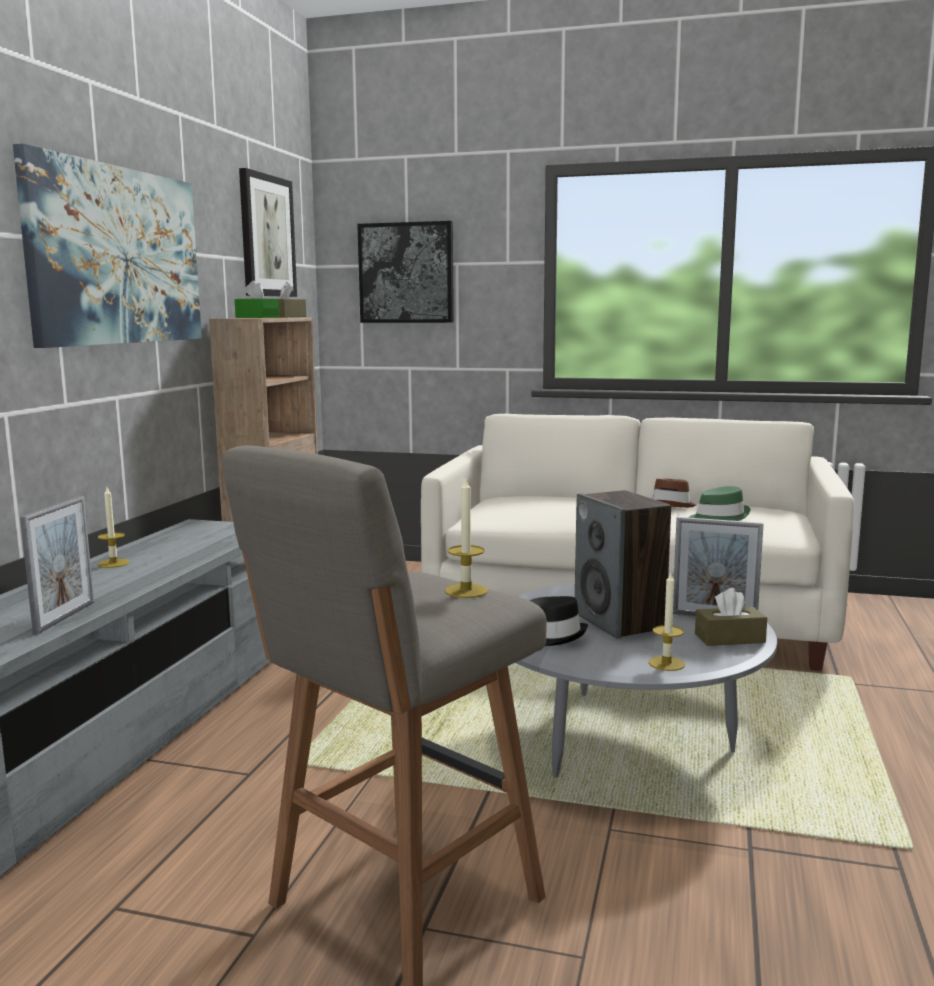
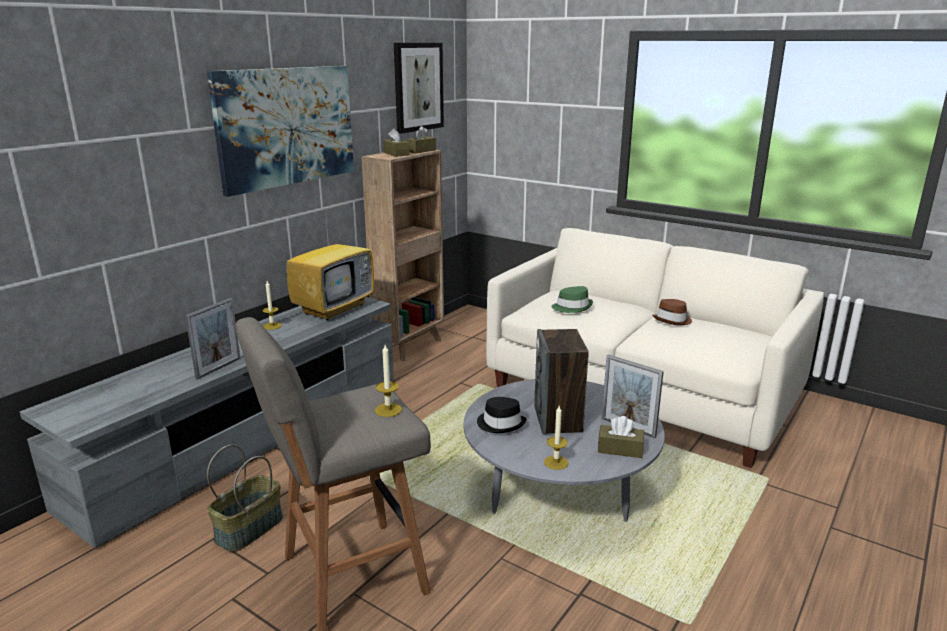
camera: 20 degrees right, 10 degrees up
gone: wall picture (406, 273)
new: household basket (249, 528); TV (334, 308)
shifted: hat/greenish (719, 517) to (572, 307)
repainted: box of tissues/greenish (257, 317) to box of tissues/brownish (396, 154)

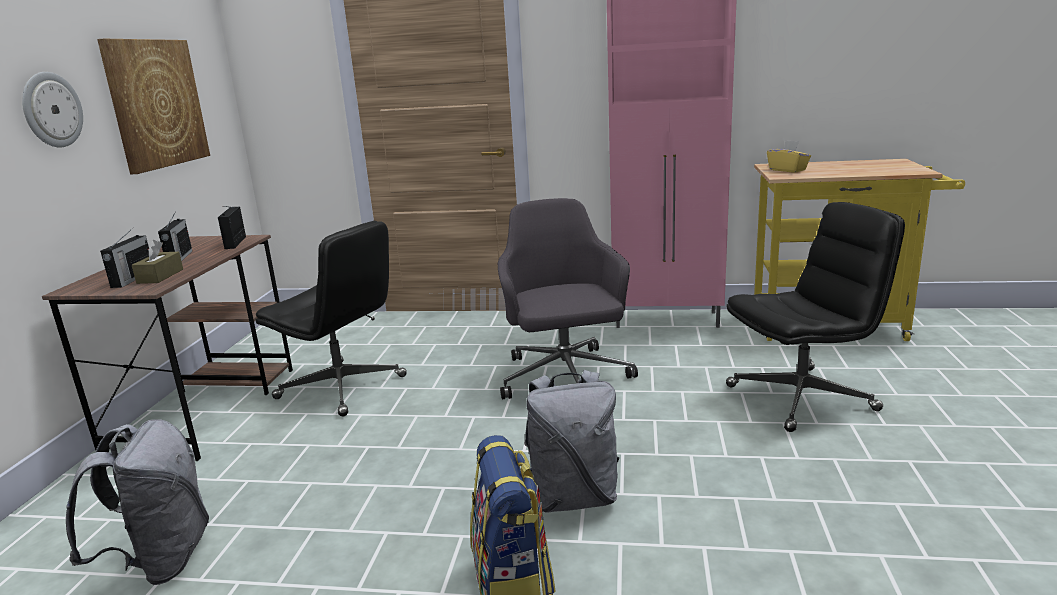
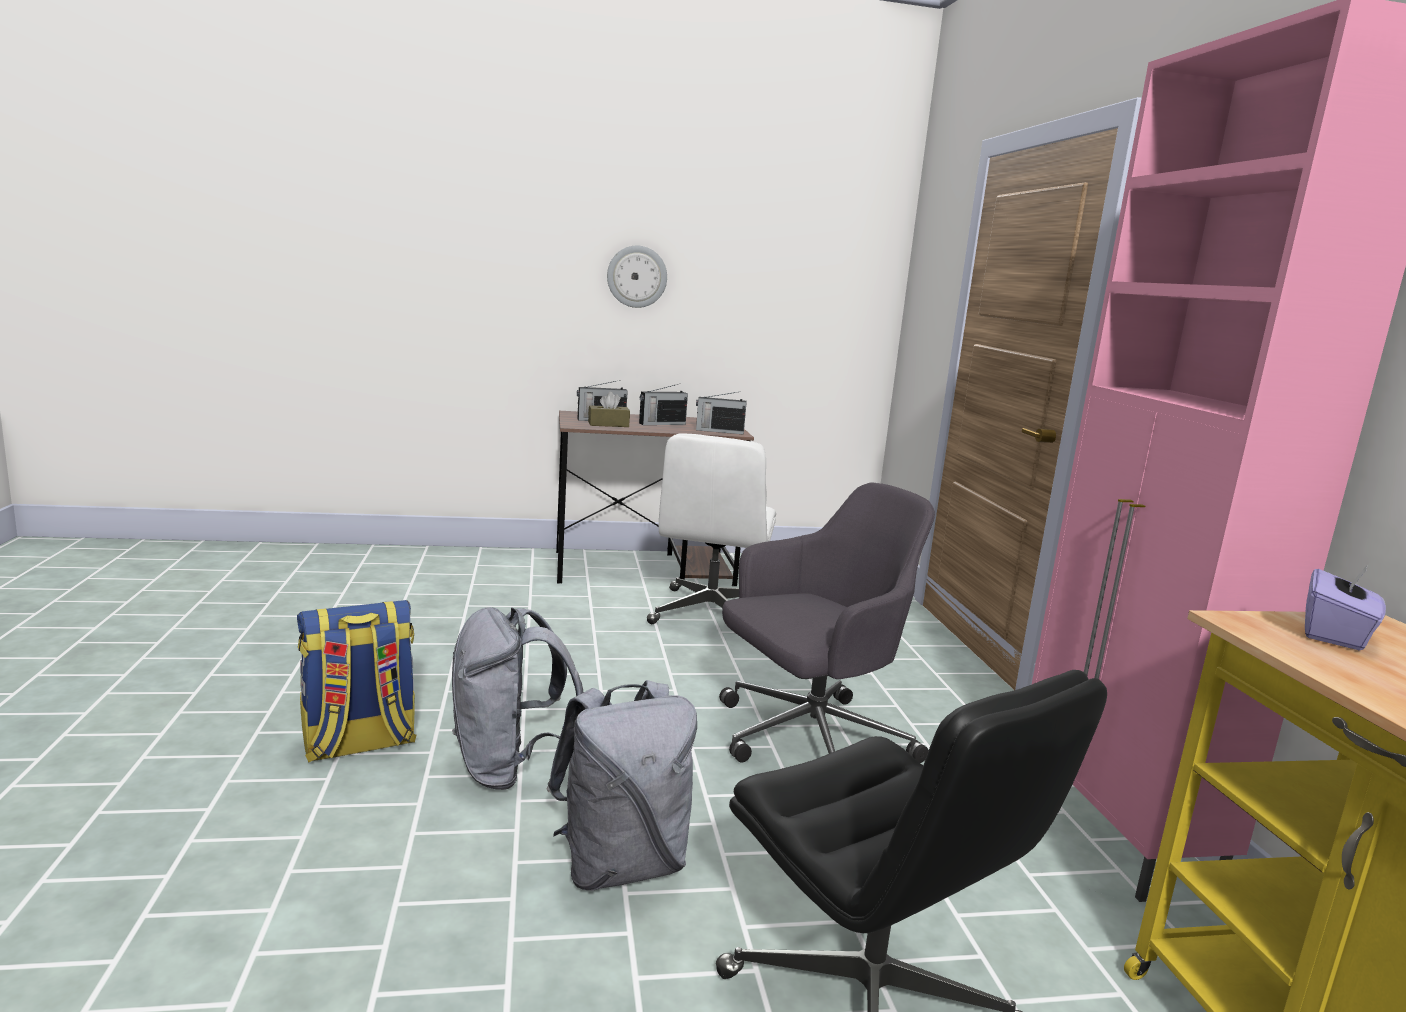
camera: 70 degrees right, 5 degrees down
gone: wall picture (156, 103)
shifted: rucksack/gray (161, 560) to (620, 864)
repainted: office chair/blackish (343, 387) to office chair/white-coloured (710, 614); box of tissues/yellow (787, 170) to box of tissues/purple (1335, 635)
rotated: radio (236, 242) = (718, 431) 150 degrees counterclockwise

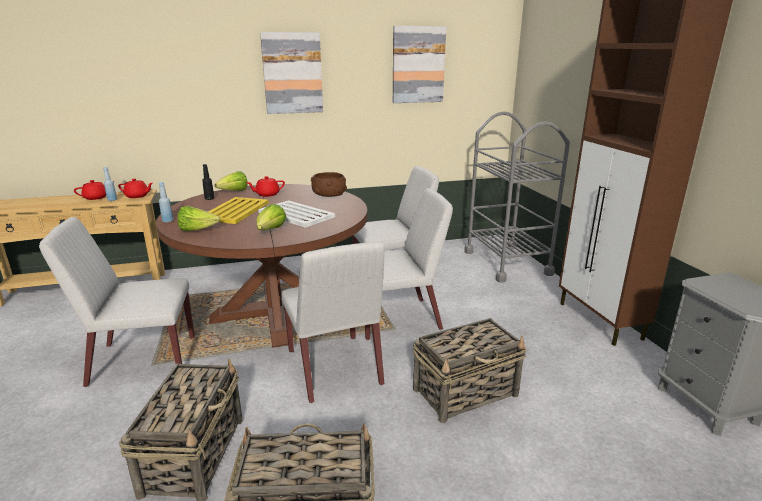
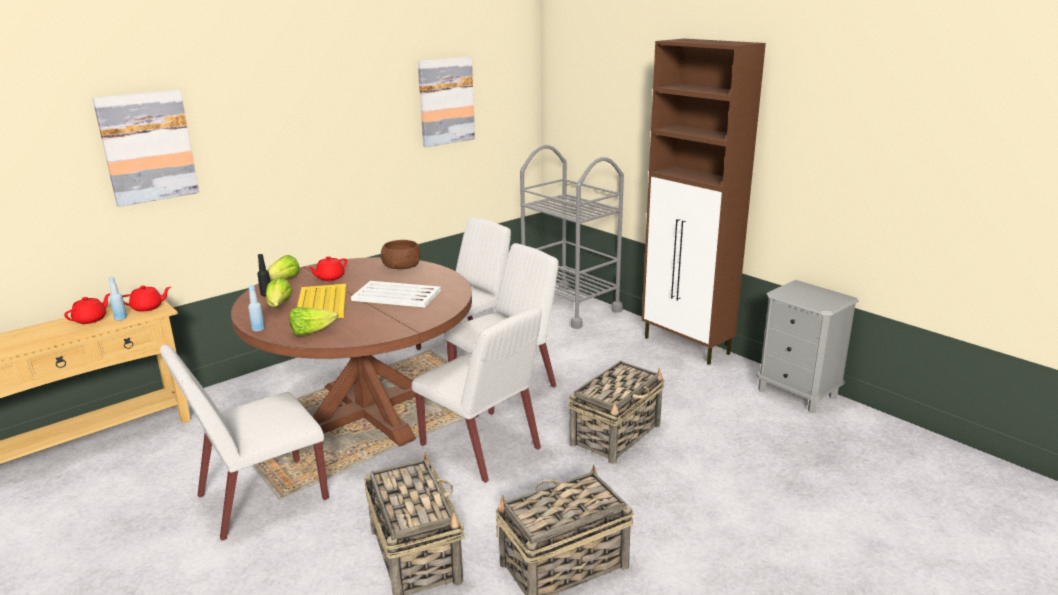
camera: 25 degrees left, 0 degrees up
shifted: lettuce (270, 230) to (279, 306); wall picture (292, 73) to (147, 147)

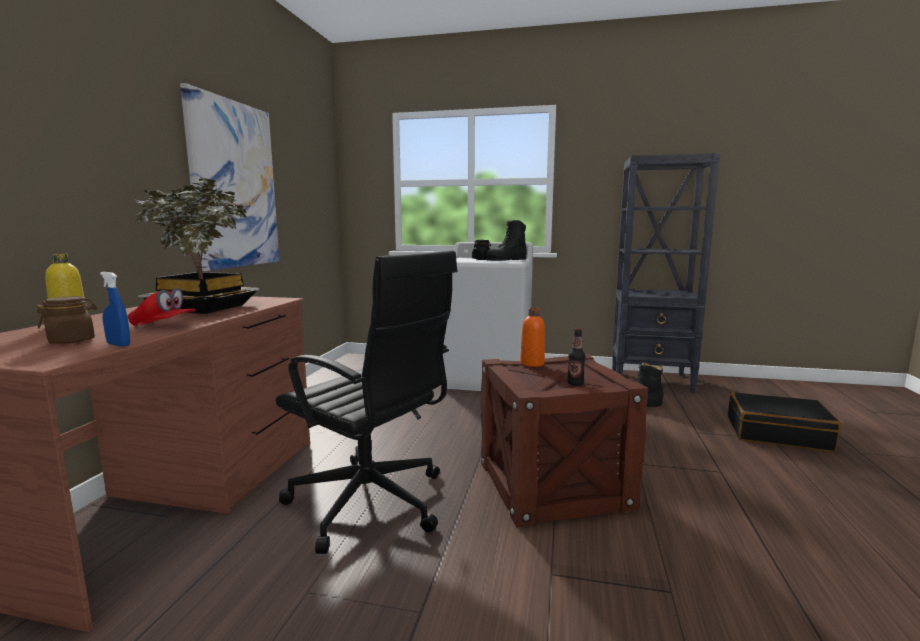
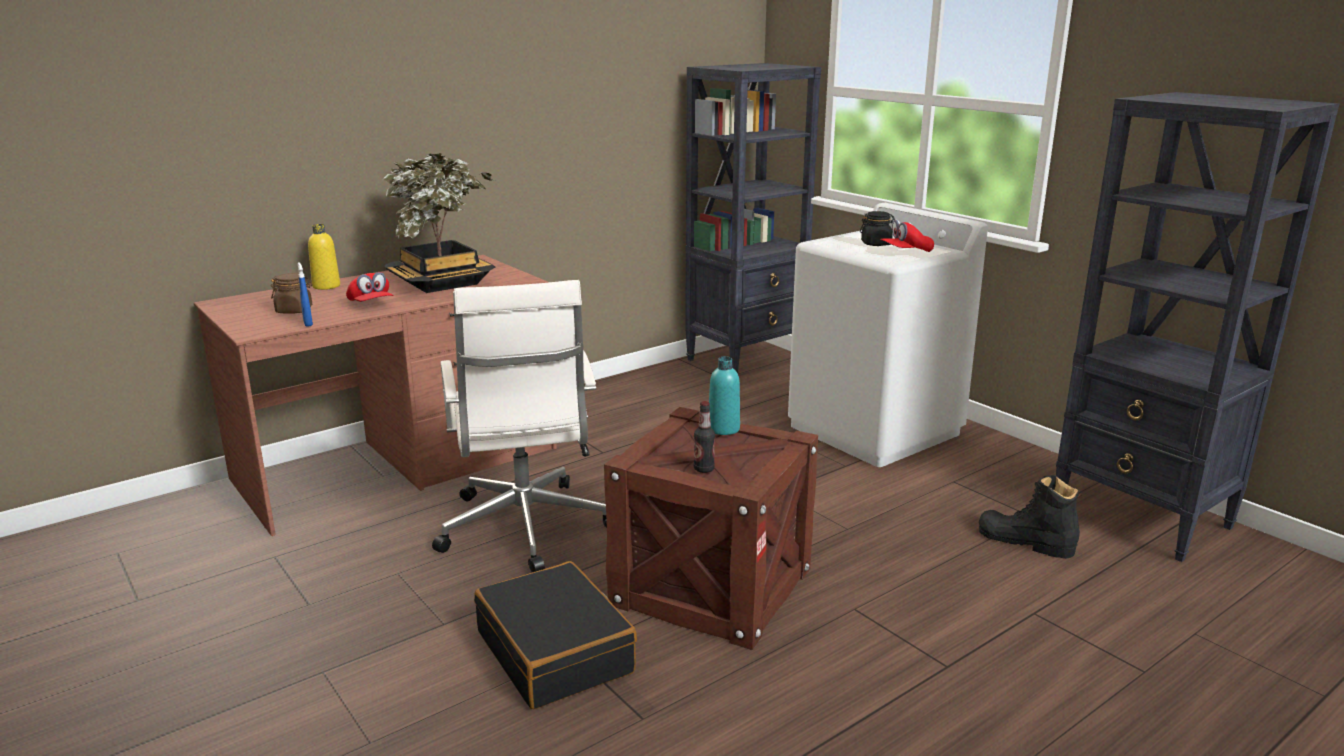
camera: 40 degrees right, 10 degrees up
gone: wall picture (234, 185)
new: bookshelf/blackish (746, 359)
shifted: travel case/blackish (777, 433) to (555, 652)
swapped: tall boot/blackish (506, 260) to baseball cap/red-coloured (906, 252)
repainted: office chair/blackish (371, 504) to office chair/white-coloured (525, 529); drink bottle/orange-coloured (532, 363) to drink bottle/turquoise-coloured (723, 429)

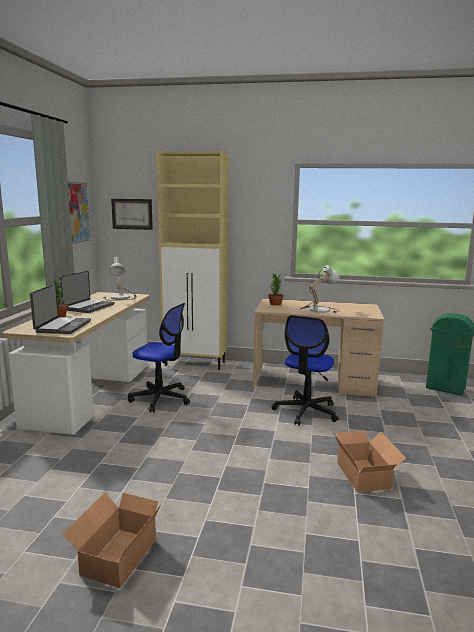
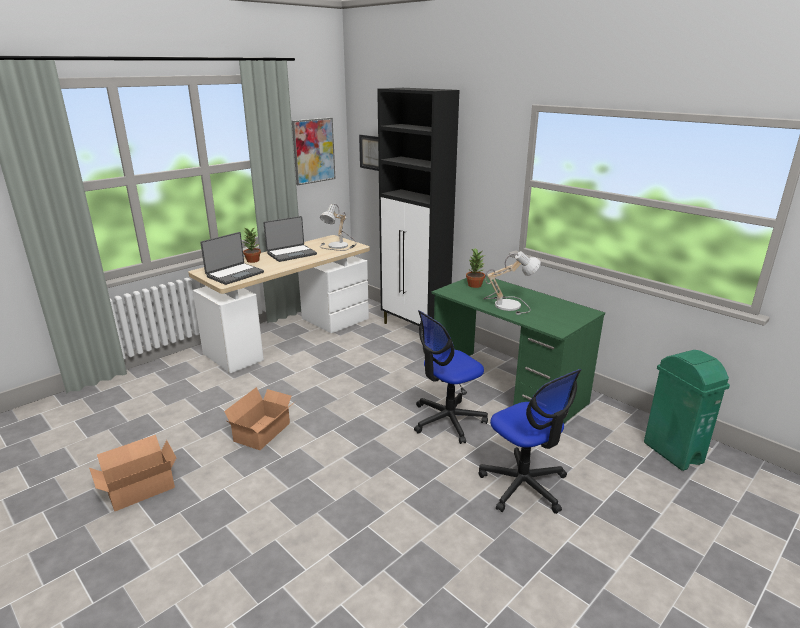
camera: 35 degrees right, 10 degrees up
shifted: office chair (160, 399) to (523, 485); packing box (364, 474) to (265, 432)
repainted: storage cabinet/sand-coloured (196, 364) to storage cabinet/blackish (415, 329); desk table/sand-coloured (314, 382) to desk table/greenish (507, 389)

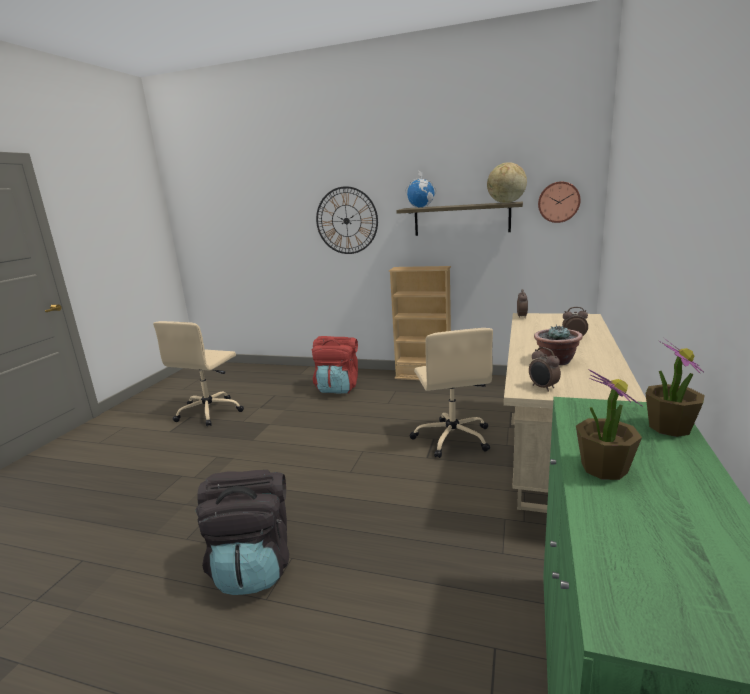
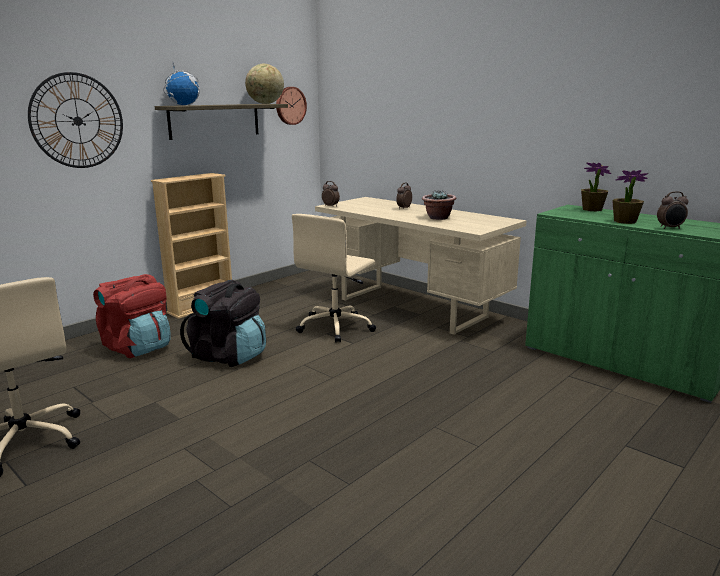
camera: 65 degrees left, 0 degrees up
shifted: rucksack/blackish (253, 565) to (229, 356); bedside clock (543, 388) to (670, 228)
rotated: office chair/sand-coloured (452, 437) = (336, 327) 105 degrees clockwise

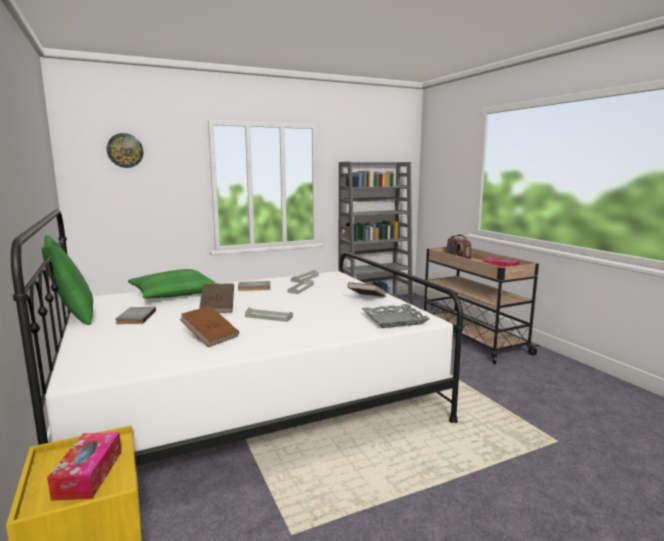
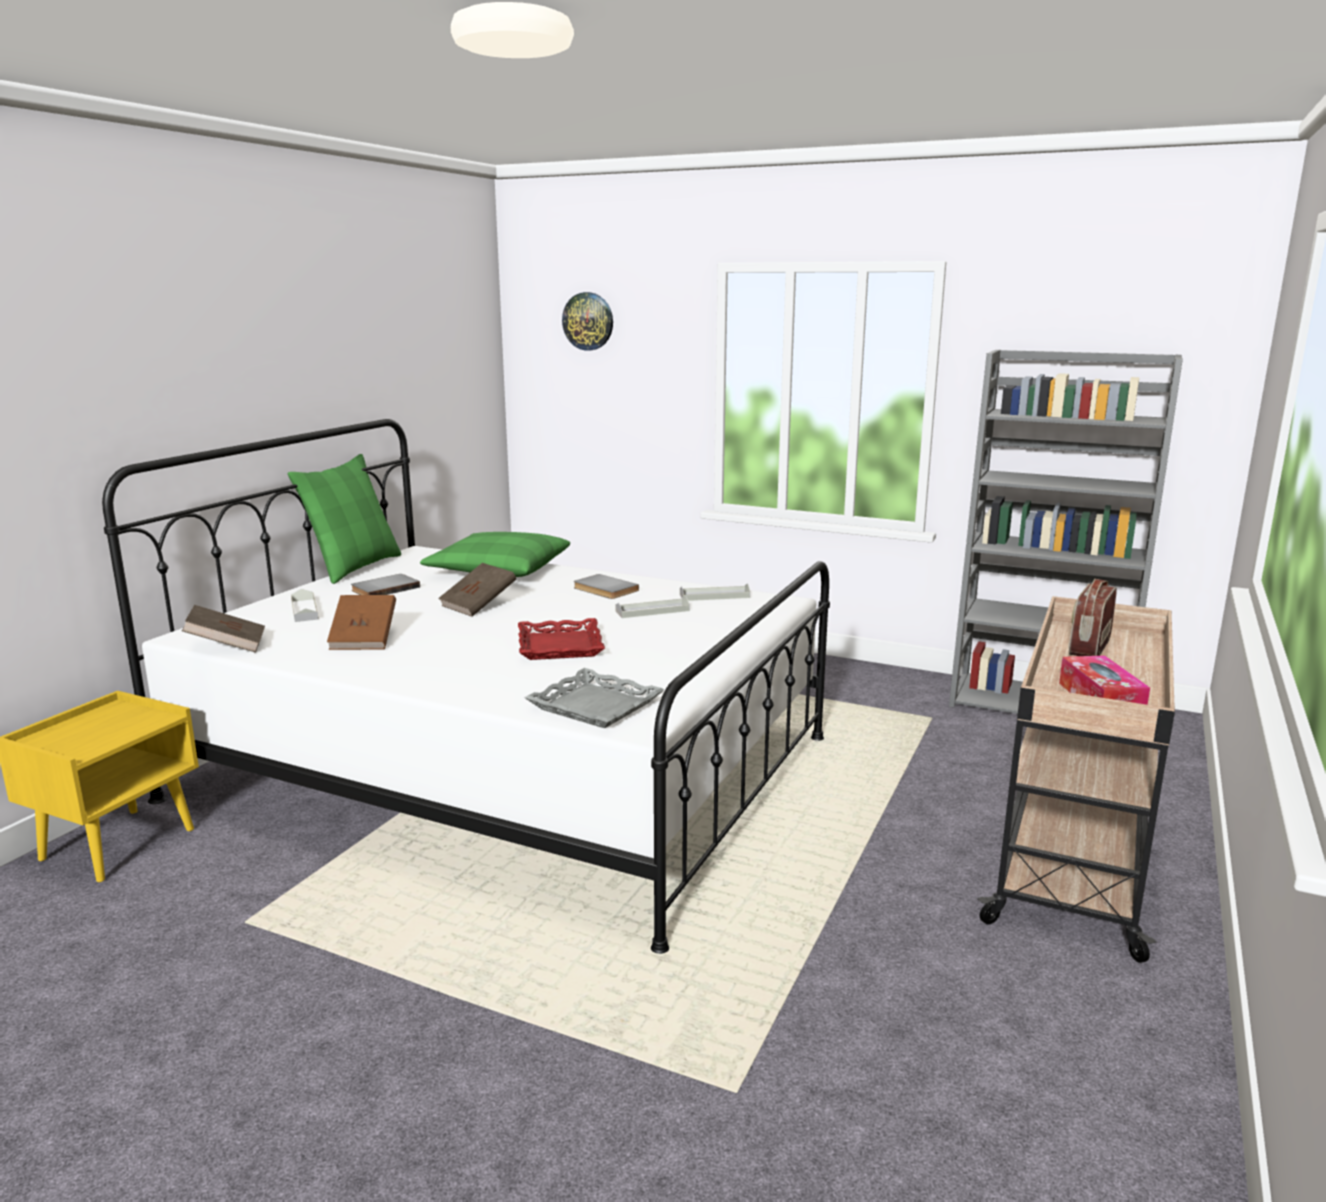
camera: 50 degrees right, 5 degrees up
gone: box of tissues (88, 474)
new: tray/red-coloured (559, 646)
shifted: tray/gray (269, 317) to (304, 610); volume/brownish (367, 299) to (227, 646)

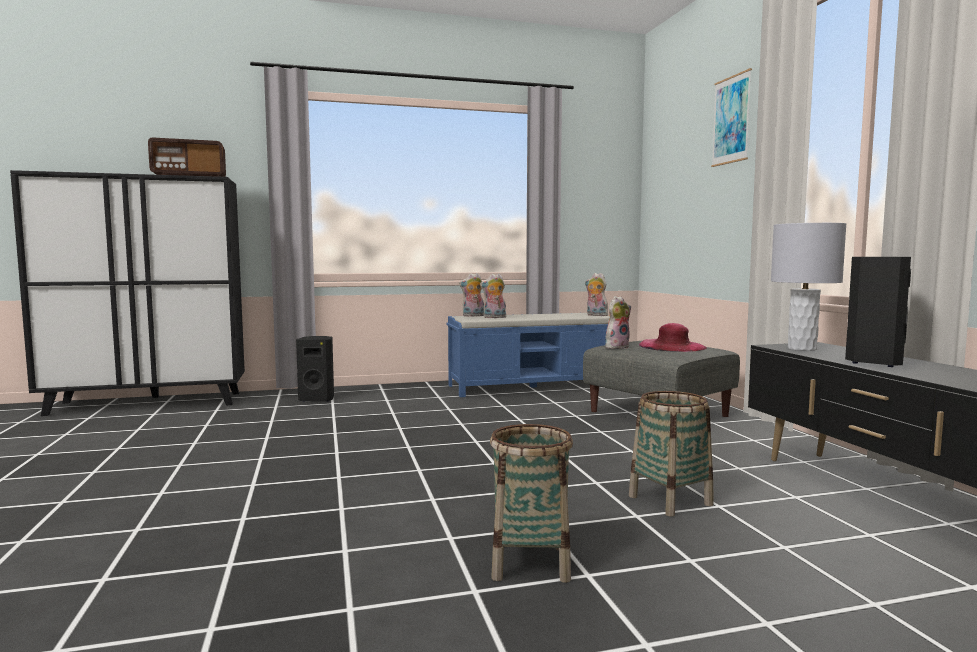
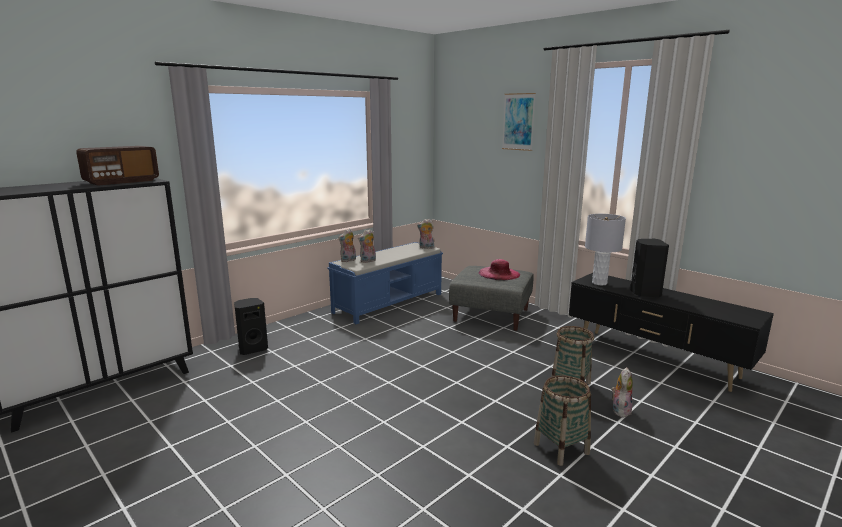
camera: 30 degrees left, 10 degrees up
shifted: plush toy (616, 347) to (620, 410)

